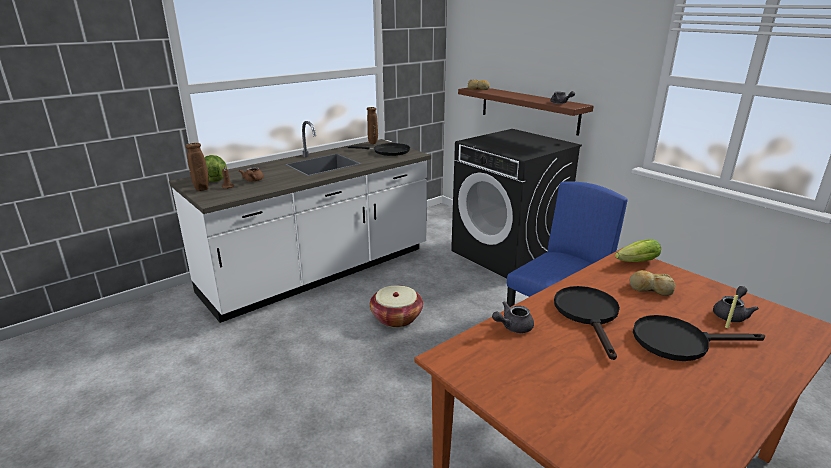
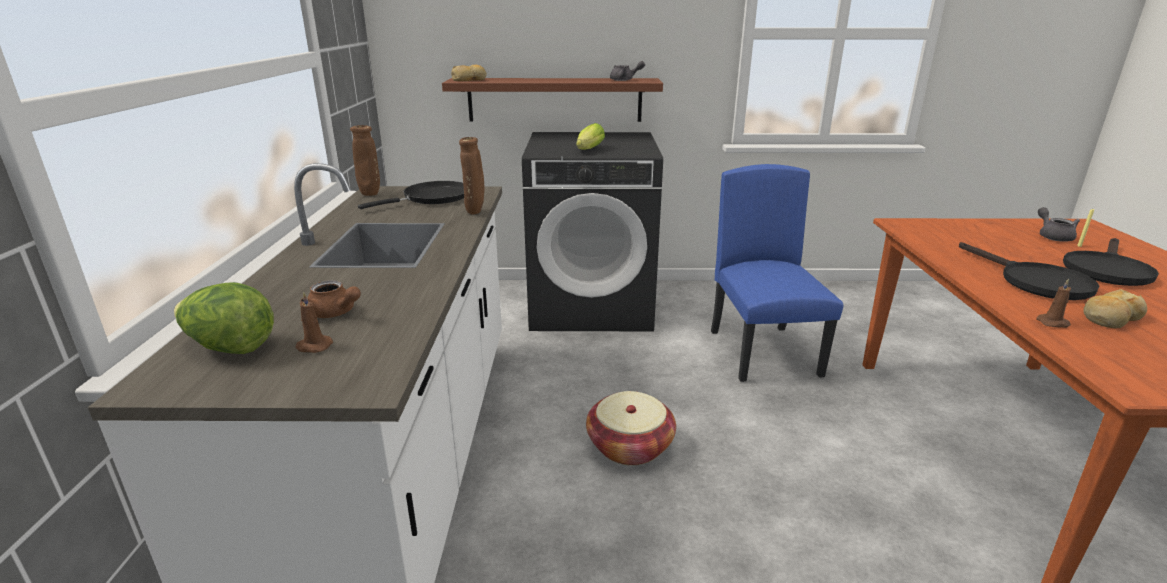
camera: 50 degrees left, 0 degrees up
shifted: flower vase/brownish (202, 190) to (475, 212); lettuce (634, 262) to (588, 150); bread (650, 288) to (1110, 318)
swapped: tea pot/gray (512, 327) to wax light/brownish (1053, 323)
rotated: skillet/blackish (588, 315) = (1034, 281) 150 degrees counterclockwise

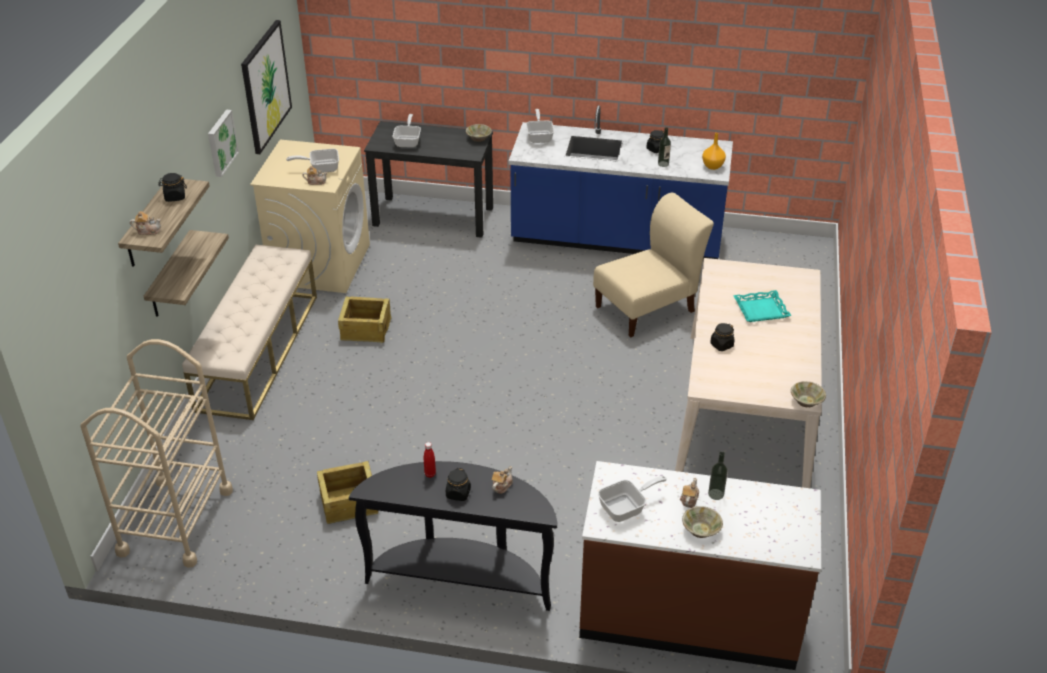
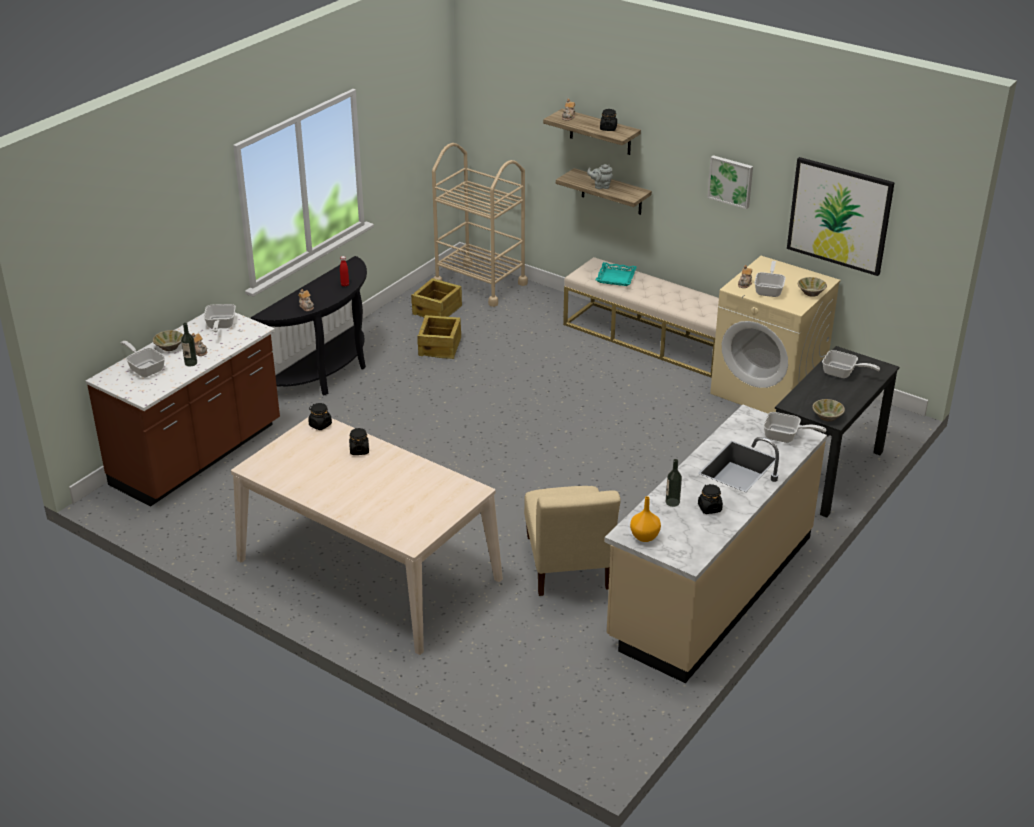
camera: 115 degrees right, 5 degrees down
new: skillet (145, 368); tea pot/gray (600, 186)
shifted: packing crate (365, 329) to (438, 310); storage jar/blackish (458, 493) to (320, 425); tray/turquoise-coloured (761, 310) to (616, 277); serving bowl/sand-coloured (806, 401) to (811, 292)
repainted: kitchen base unit/blue (616, 239) to kitchen base unit/sand-coloured (710, 588)

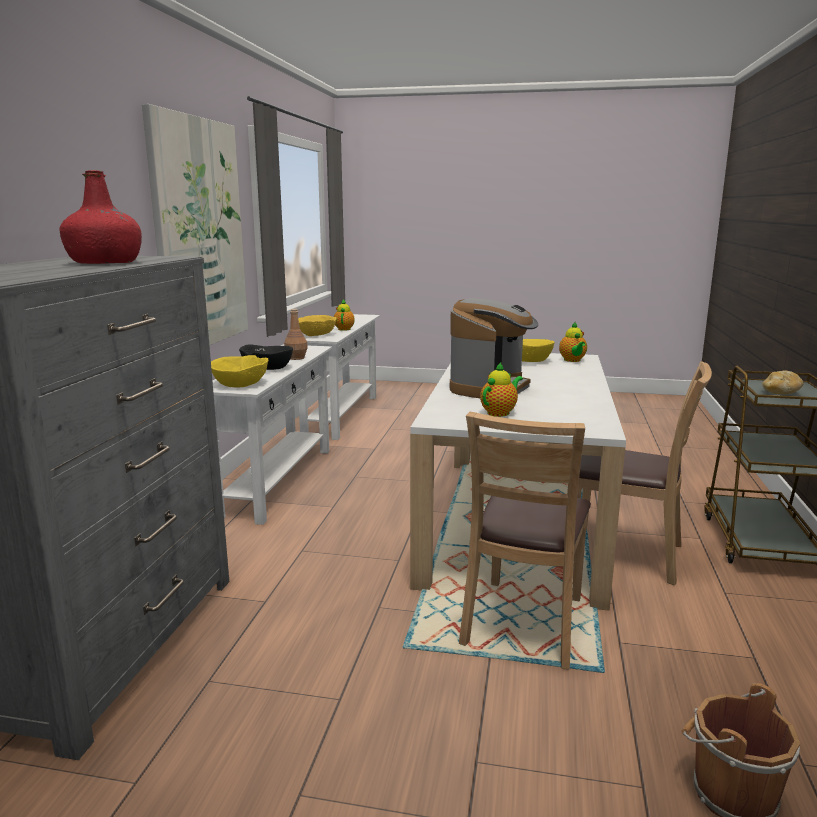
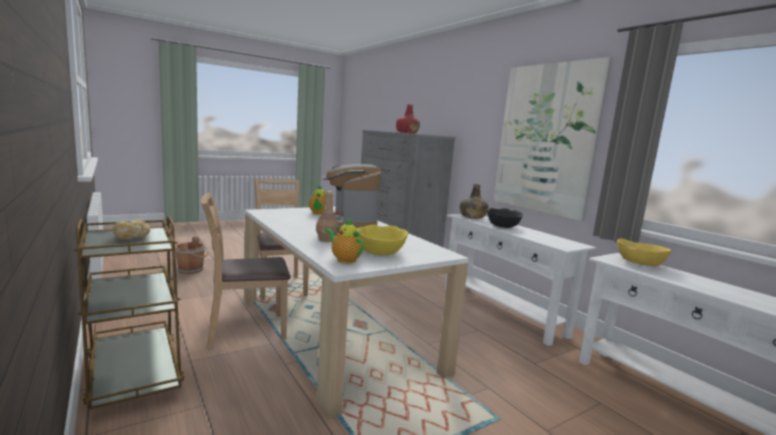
camera: 135 degrees right, 5 degrees down
gone: tea pot (344, 329)
shifted: drink bottle/brownish (296, 358) to (327, 239)
swapped: serving bowl/yellow (240, 384) to drink bottle/greenish (472, 217)

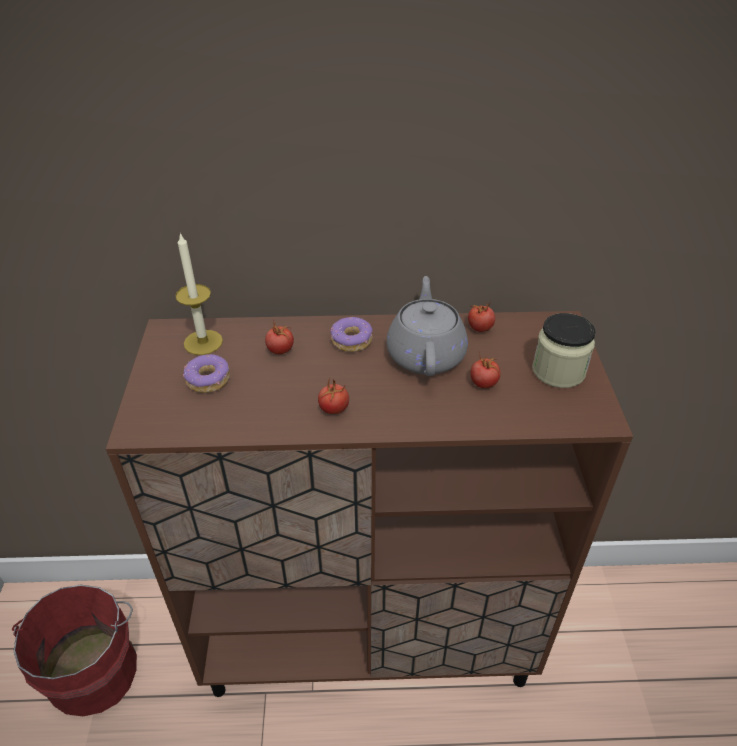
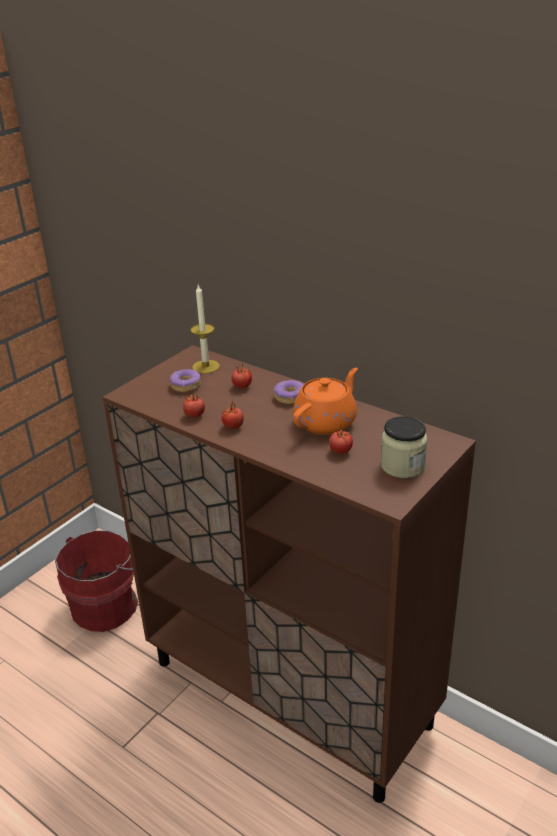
camera: 40 degrees right, 10 degrees down
shifted: tomato (480, 328) to (195, 415)
repainted: tea pot/gray (426, 354) to tea pot/orange-coloured (326, 422)

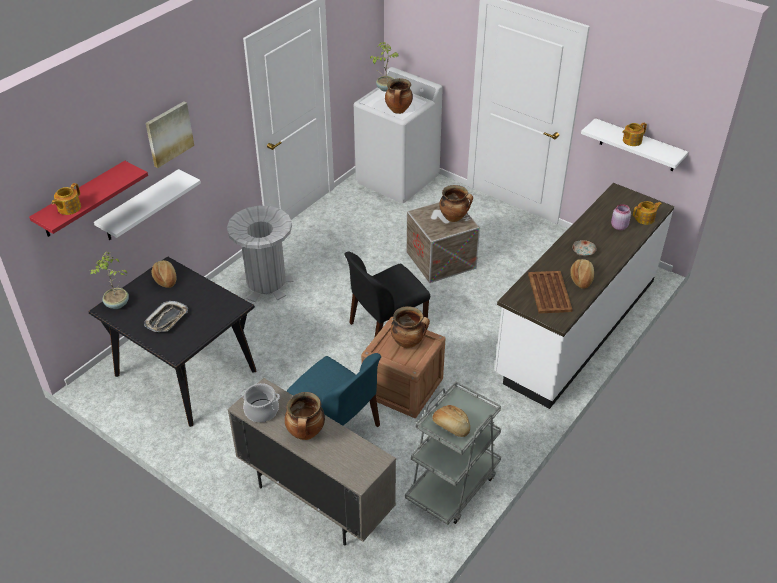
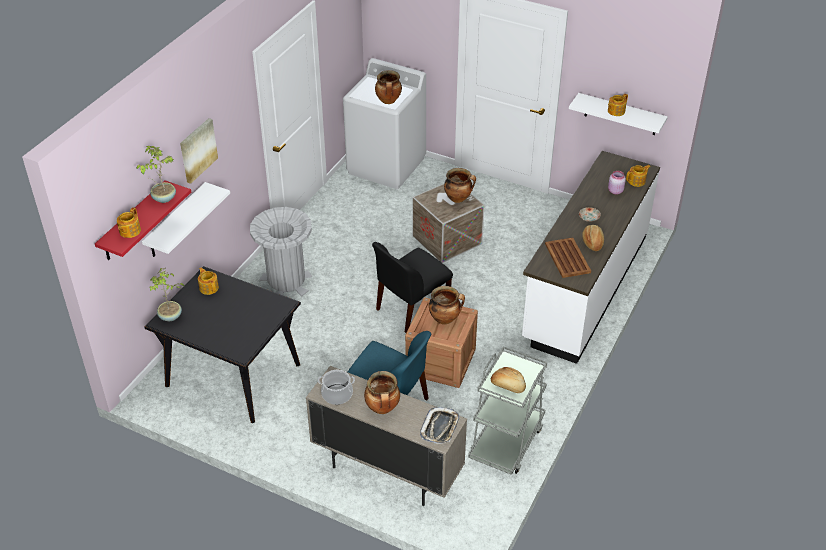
camera: 10 degrees left, 0 degrees up
shifted: tray (167, 319) to (440, 428); houseplant (385, 88) to (163, 198)
swapped: bread (165, 279) to tea pot (209, 287)

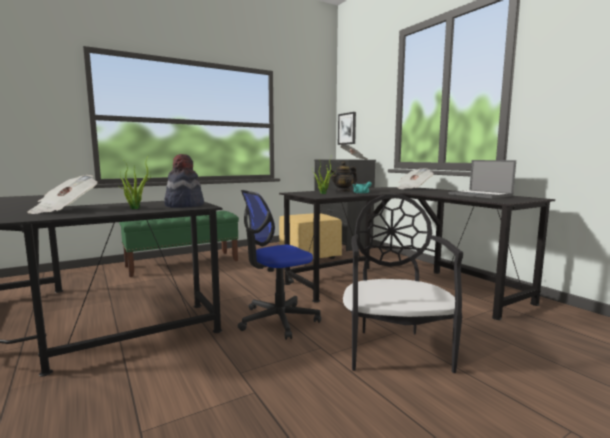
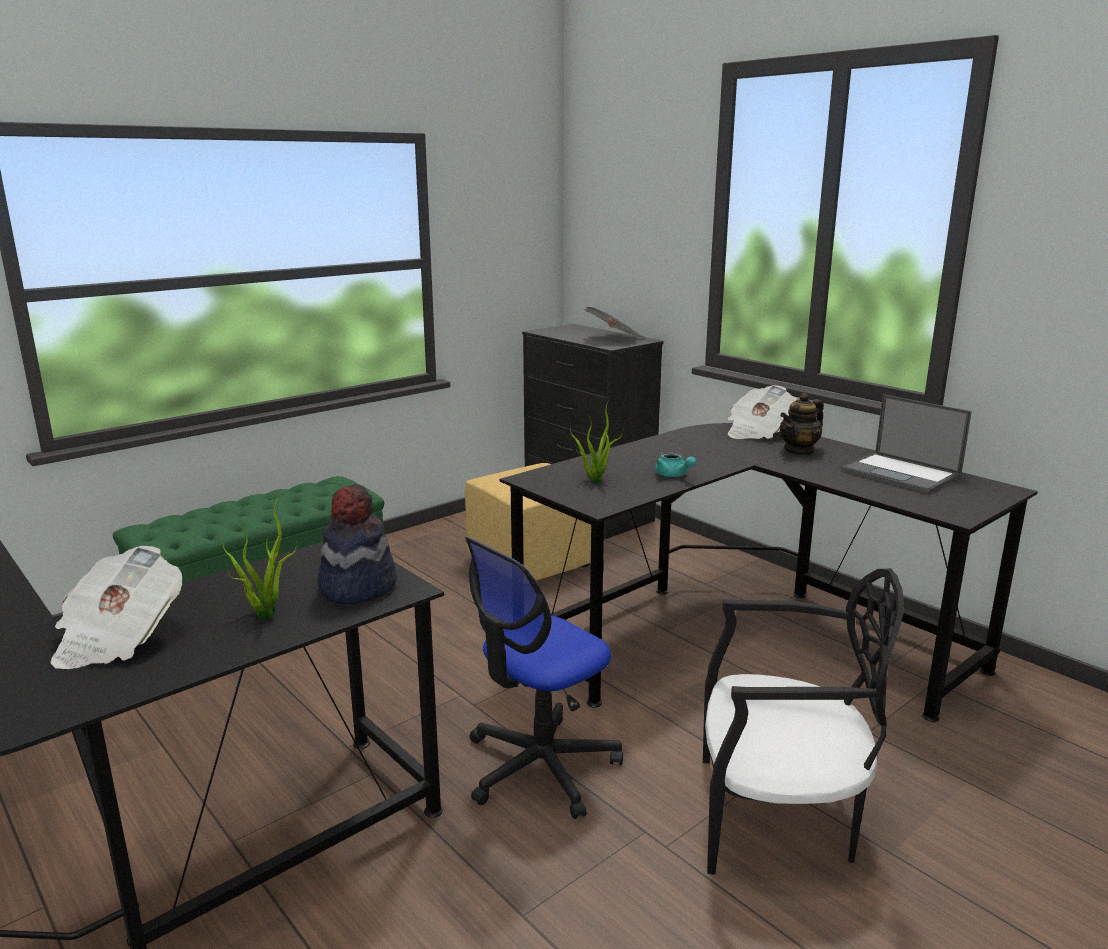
camera: 10 degrees left, 10 degrees up
gone: wall picture (347, 128)
shifted: tea pot (343, 191) to (799, 451)
rotated: upright chair/blackish (395, 349) = (777, 819) 105 degrees clockwise

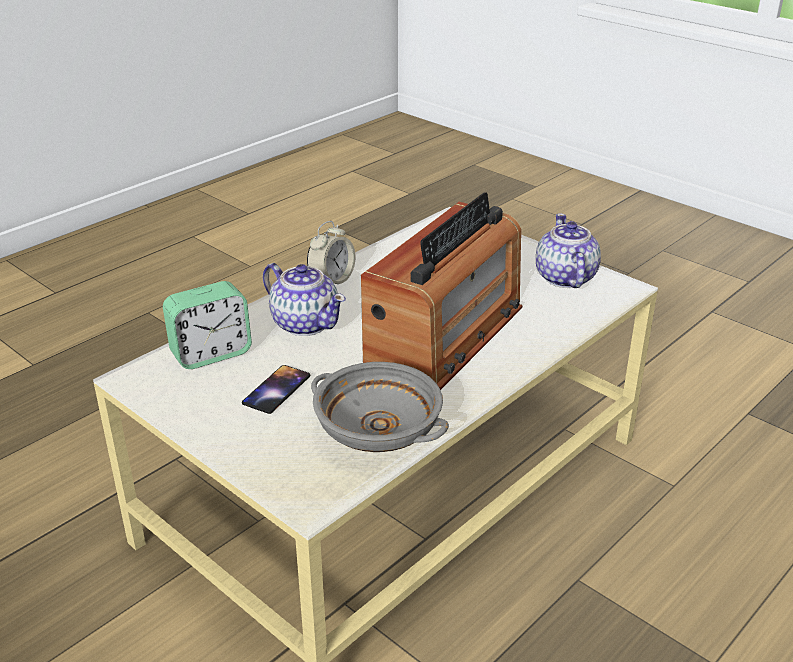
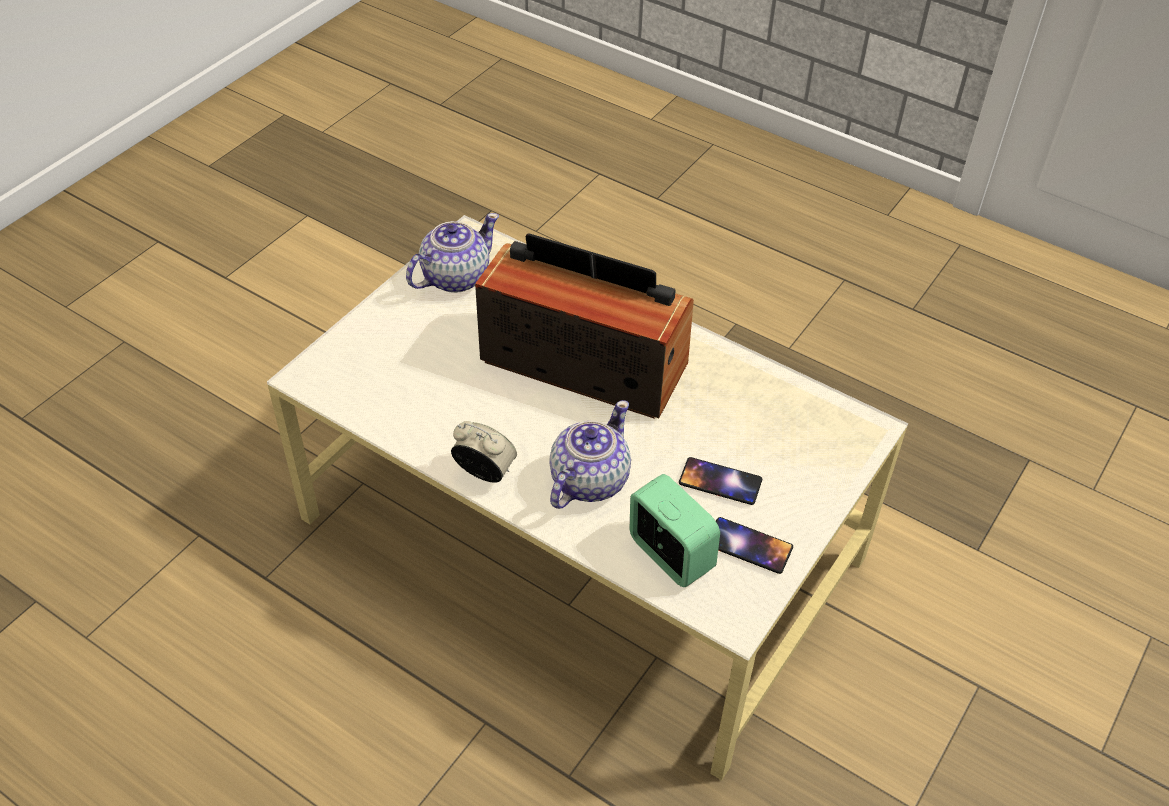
camera: 100 degrees left, 15 degrees up
gone: serving bowl/gray (376, 431)
new: telephone (749, 545)
rotated: tea pot (564, 278) = (454, 277) 150 degrees clockwise

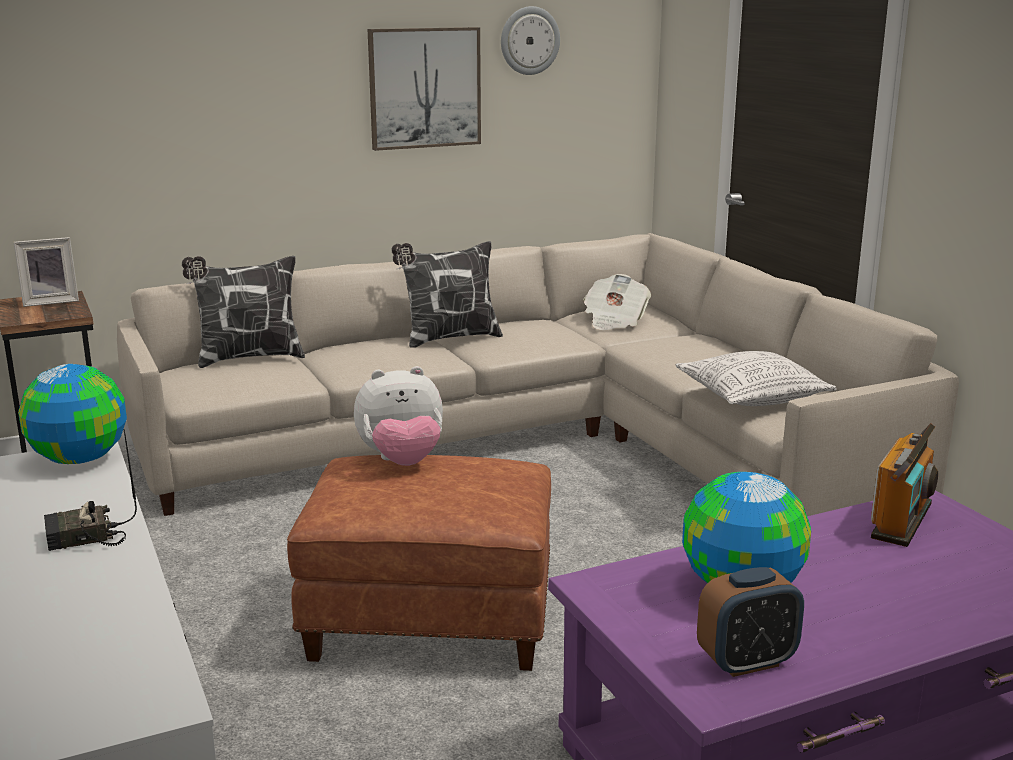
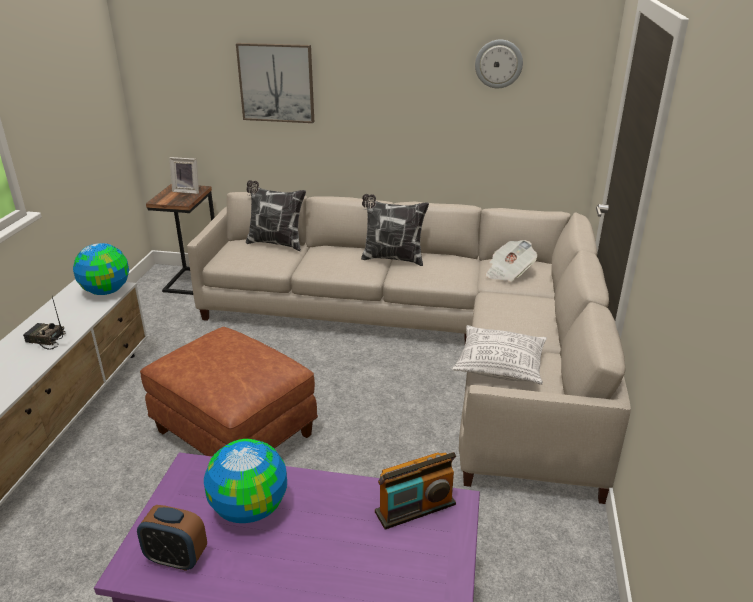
camera: 35 degrees right, 10 degrees up
gone: plush toy (402, 461)
shifted: wall picture (424, 88) to (276, 83)

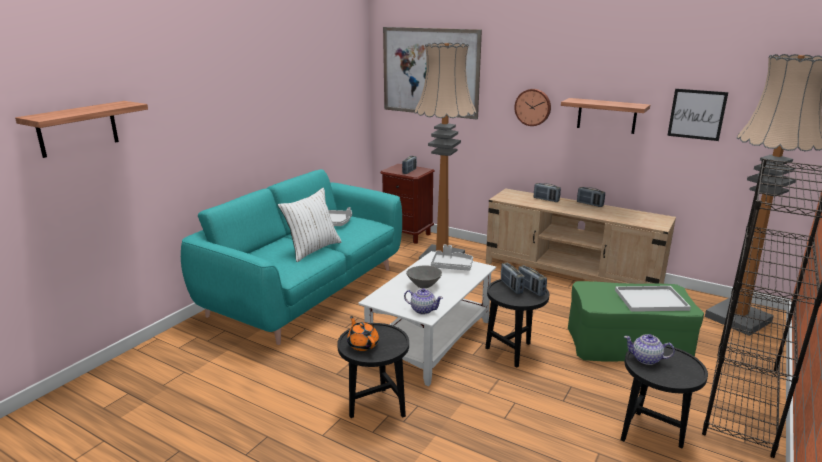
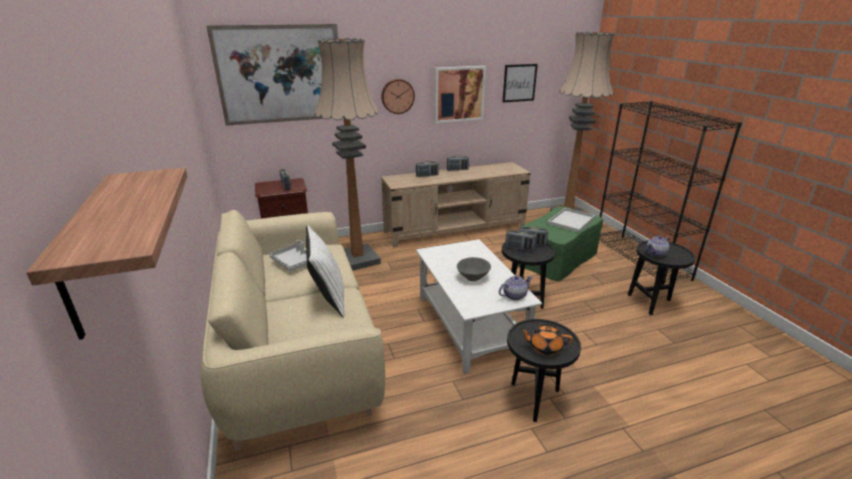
camera: 50 degrees left, 5 degrees up
gone: tray/gray (451, 266)
swapped: wall shelf (606, 116) to wall picture (459, 94)
repainted: sofa/turquoise-coloured (305, 292) to sofa/sand-coloured (298, 352)

